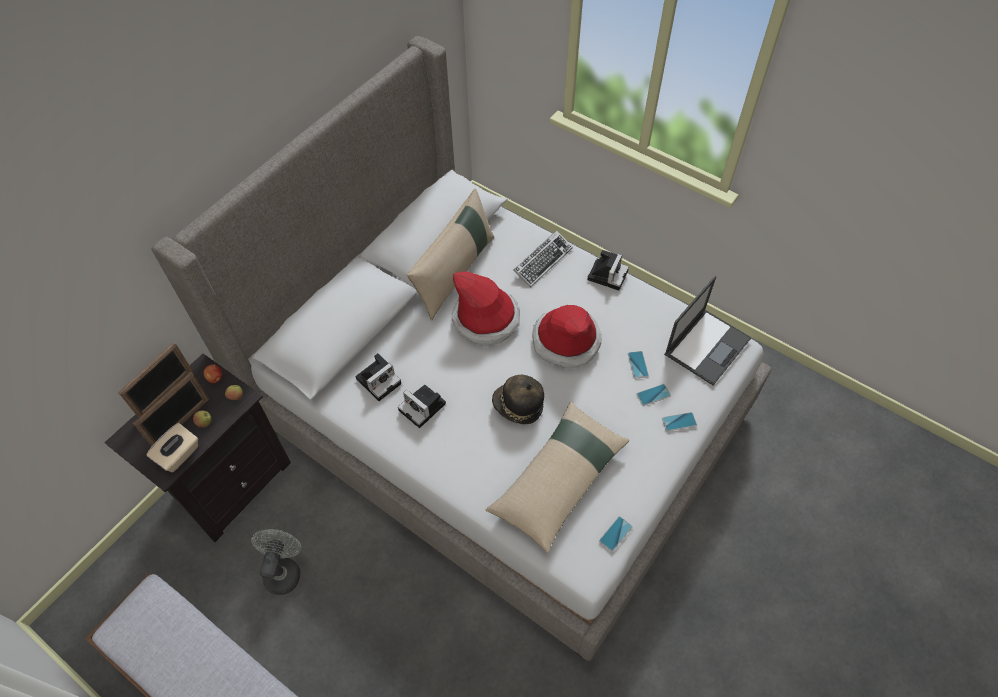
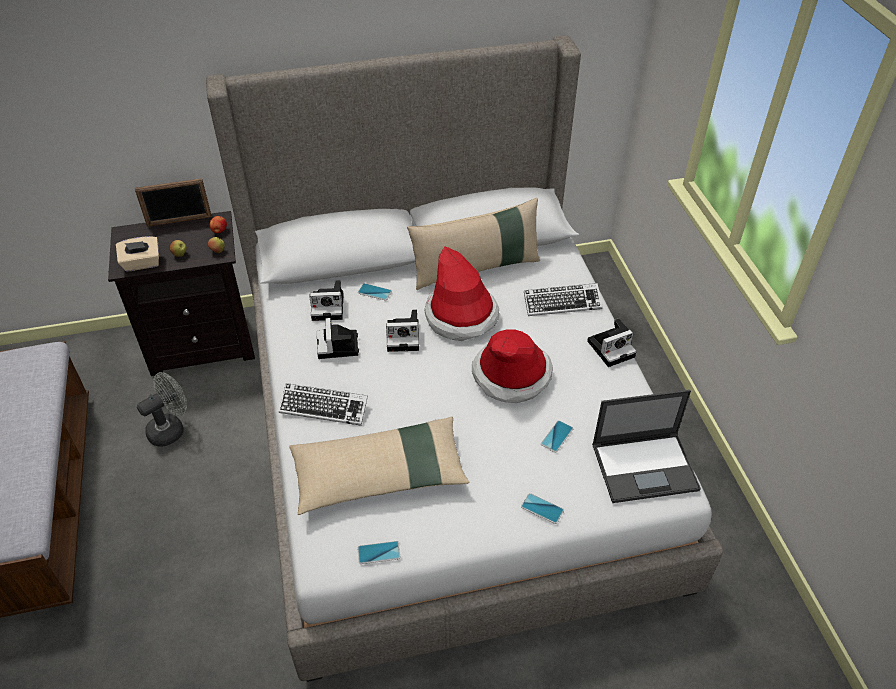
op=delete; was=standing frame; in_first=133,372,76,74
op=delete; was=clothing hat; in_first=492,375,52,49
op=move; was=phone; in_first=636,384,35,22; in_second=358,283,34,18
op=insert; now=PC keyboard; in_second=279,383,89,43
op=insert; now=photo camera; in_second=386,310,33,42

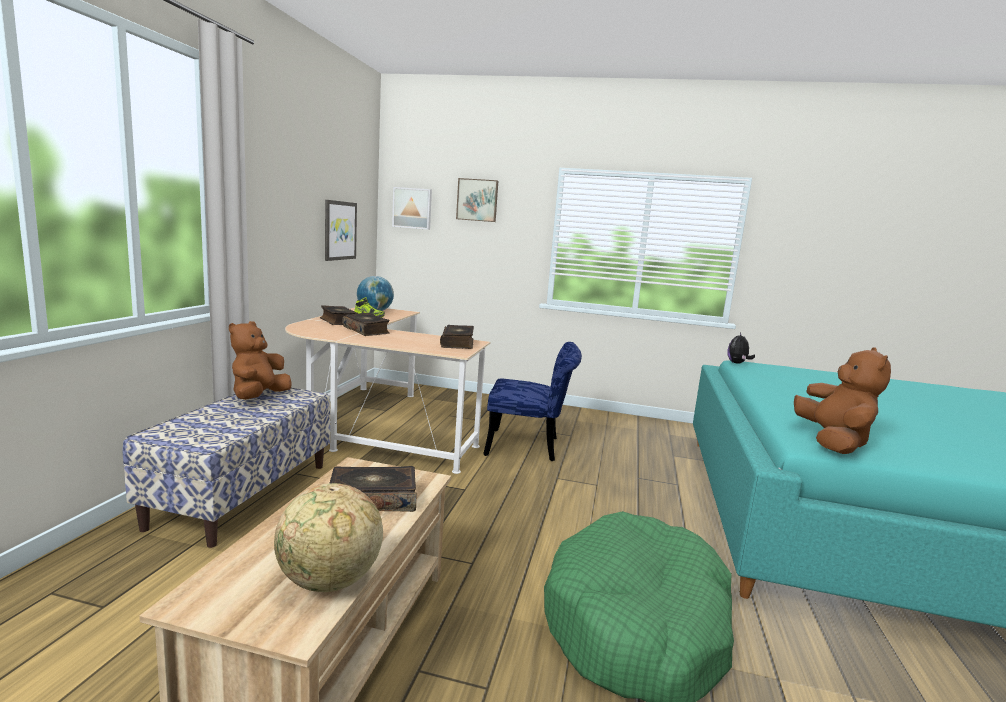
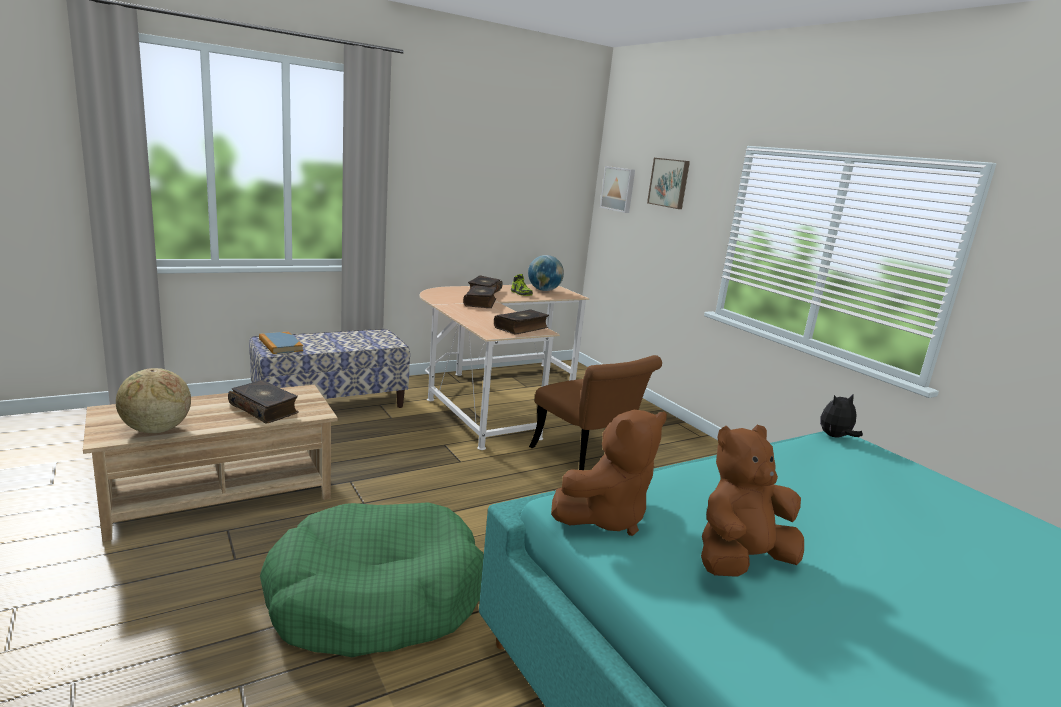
op=move; was=brown cuddly toy; in_first=229,321,63,79; in_second=701,425,103,152
op=delete; was=wall art; in_first=325,200,32,61
op=recolor; was=blue-coloured chair; now=brown chair; in_first=483,342,99,119; in_second=529,355,133,115
op=insert; now=book; in_second=259,332,44,22

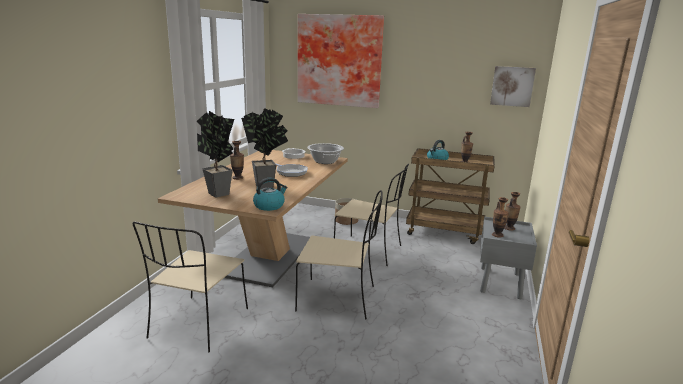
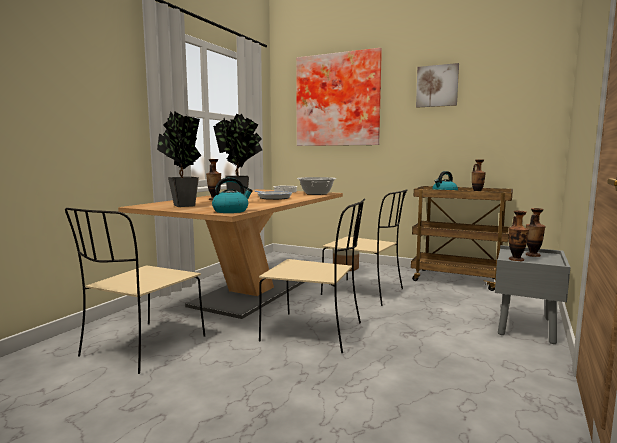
op=move; was=wall art; in_first=490,66,46,41; in_second=416,63,43,44

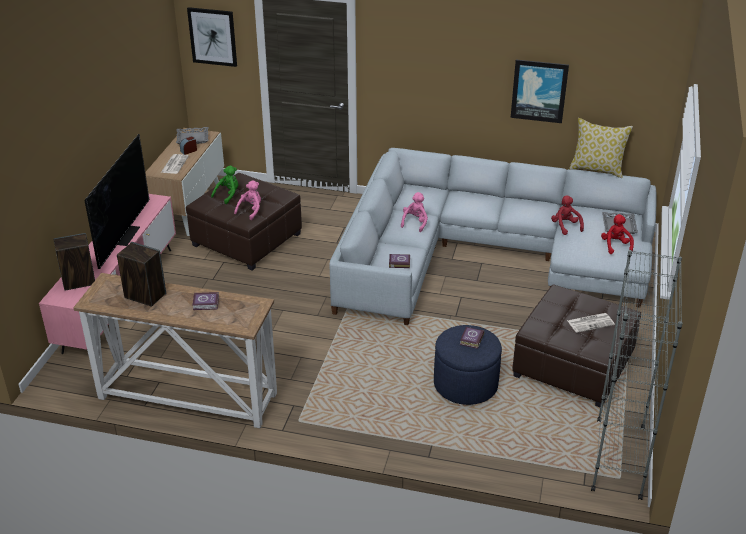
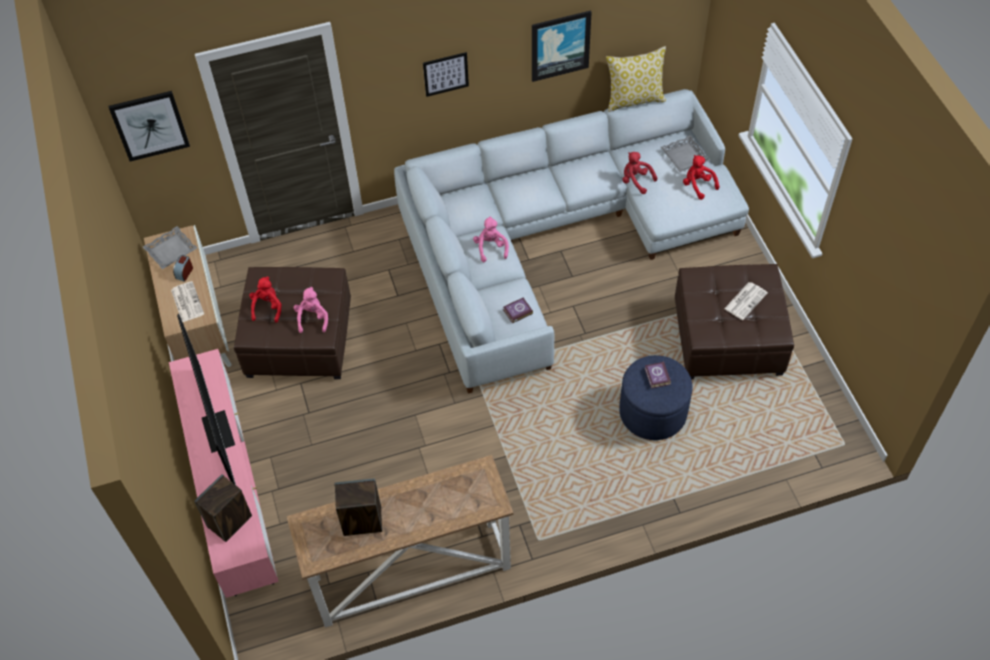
op=delete; was=book; in_first=192,292,27,18
op=recolor; was=greenish cuddly toy; now=red-coloured cuddly toy; in_first=211,166,28,38; in_second=249,276,32,47
op=delete; was=greyish bookshelf; in_first=591,250,92,250
op=insert; now=wall art; in_second=423,52,46,45

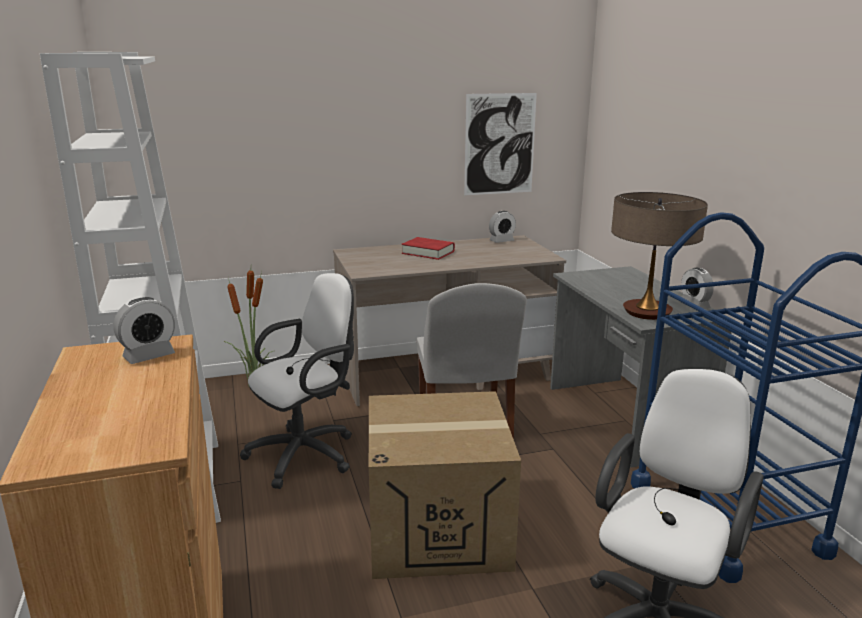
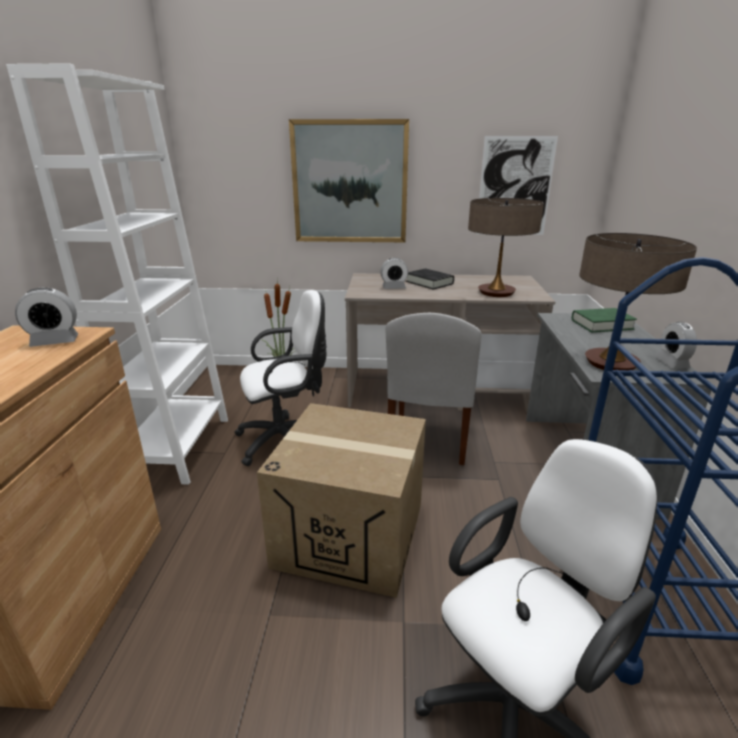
op=recolor; was=red-coloured book; now=black book; in_first=401,237,54,23; in_second=406,268,48,22
op=move; was=bedside clock; in_first=489,211,27,32; in_second=380,258,28,31
op=insert; now=wall art; in_second=289,119,120,123
op=insert; now=tabletop lamp; in_second=468,198,76,99
op=insert; now=greenish book; in_second=572,308,65,24

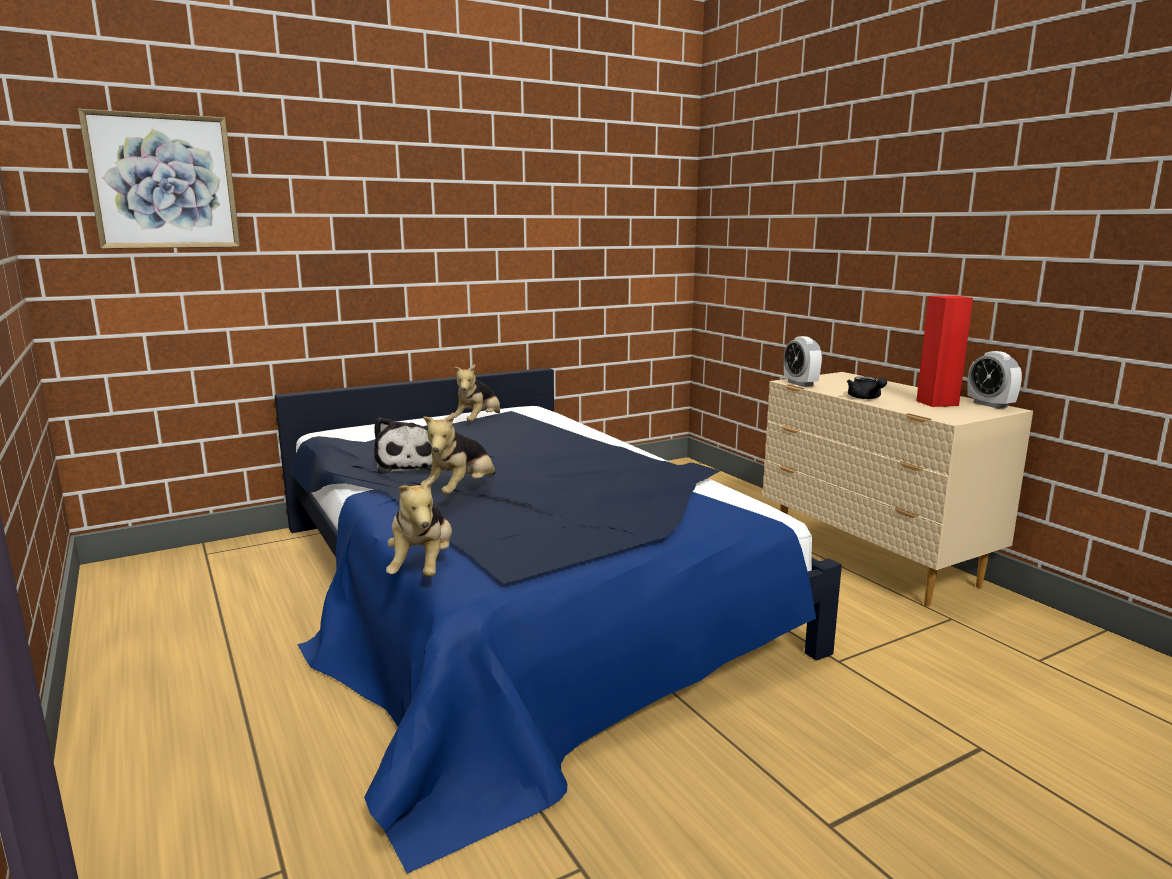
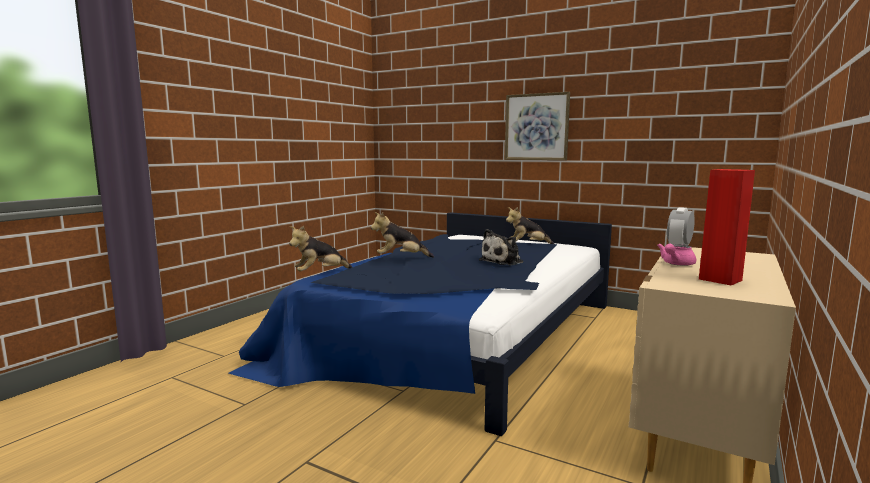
op=move; was=wall art; in_first=78,109,162,140; in_second=505,92,65,68
op=move; was=cuddly toy; in_first=374,418,58,56; in_second=479,229,44,37
op=recolor; was=black teapot; now=pinkish teapot; in_first=847,376,40,23; in_second=657,244,39,22
op=delete; was=bedside clock; in_first=967,351,55,58

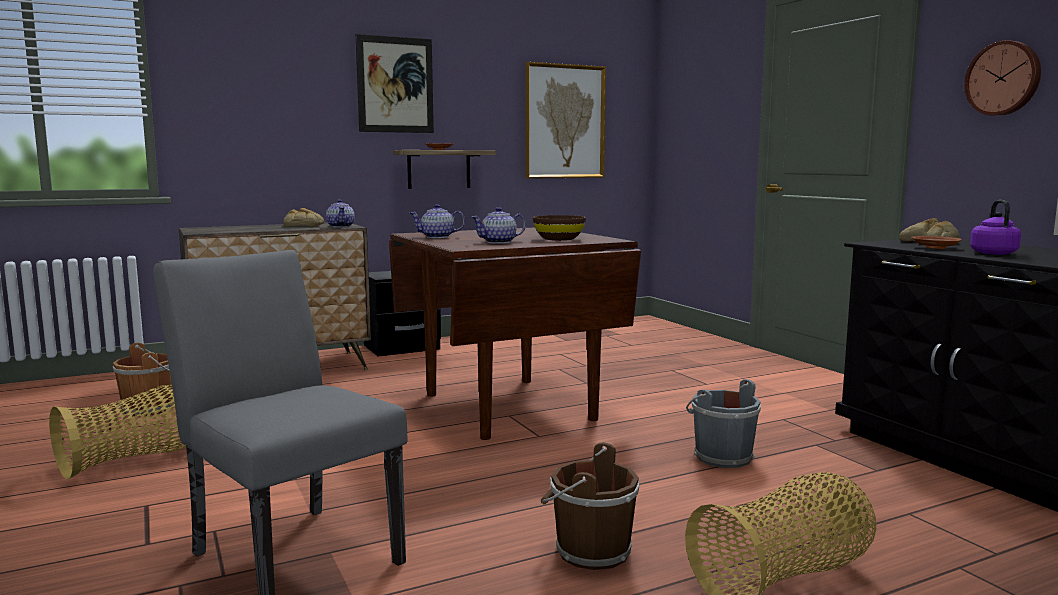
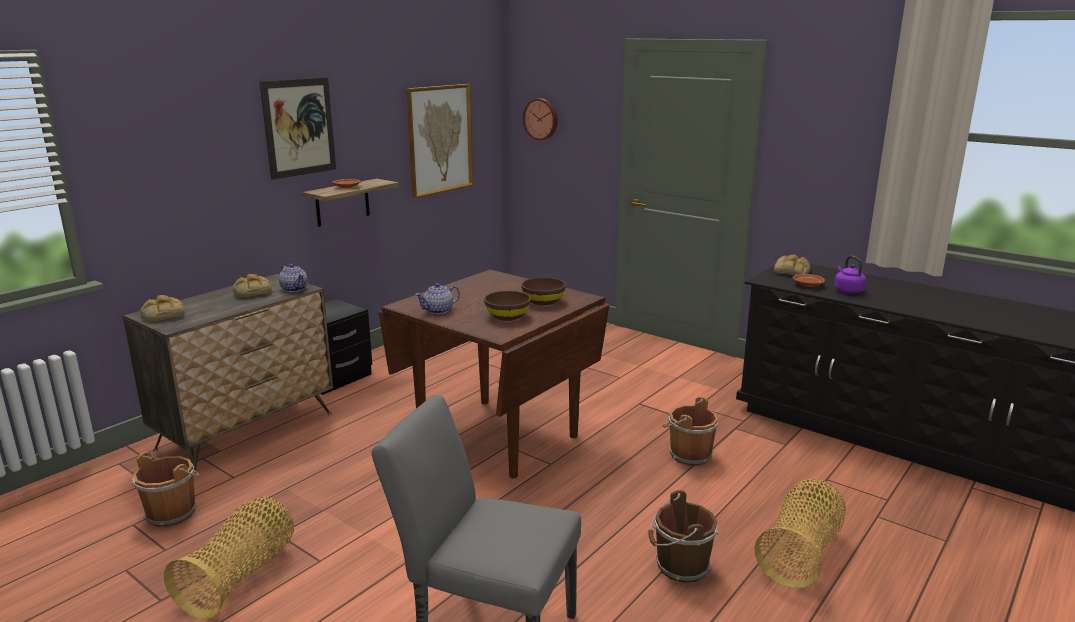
op=replace; was=teapot; now=brown serving bowl; in_first=471,207,55,37; in_second=484,291,47,30
op=recolor; was=greyish pail; now=brown pail; in_first=686,379,75,89; in_second=663,397,55,69
op=move; was=hanging clock; in_first=964,40,77,76; in_second=523,98,34,42
op=insert; now=bakery bread; in_second=140,295,45,27

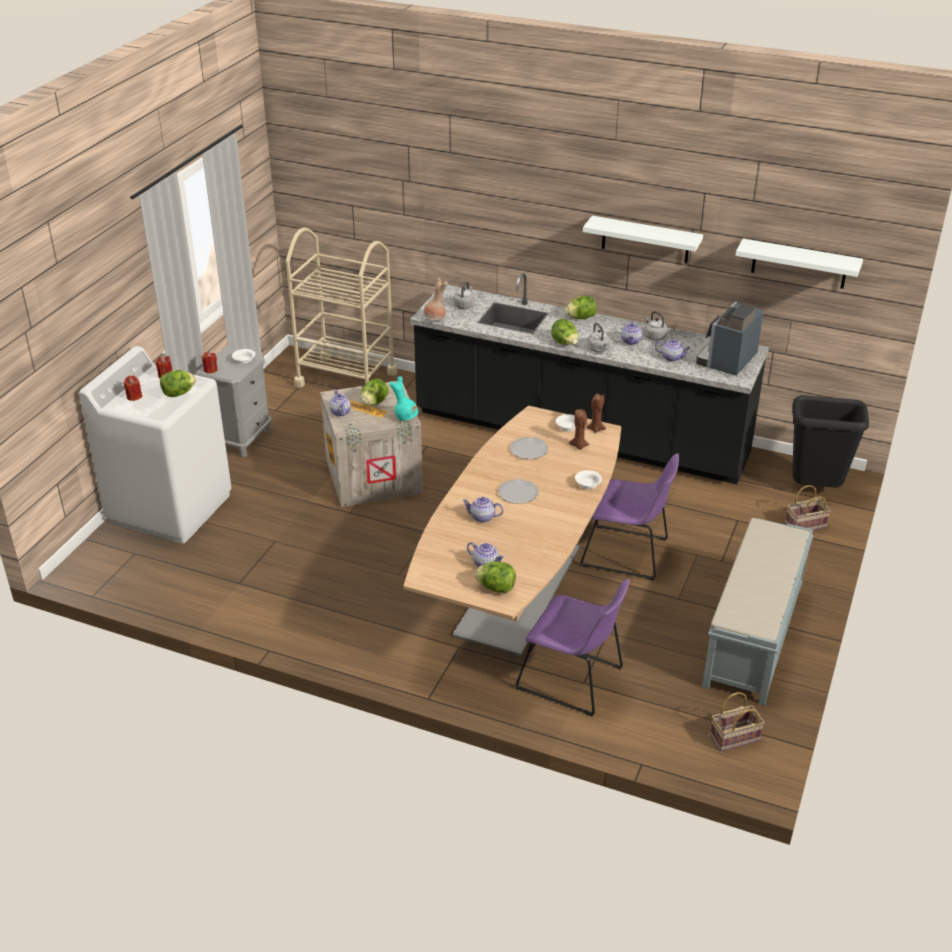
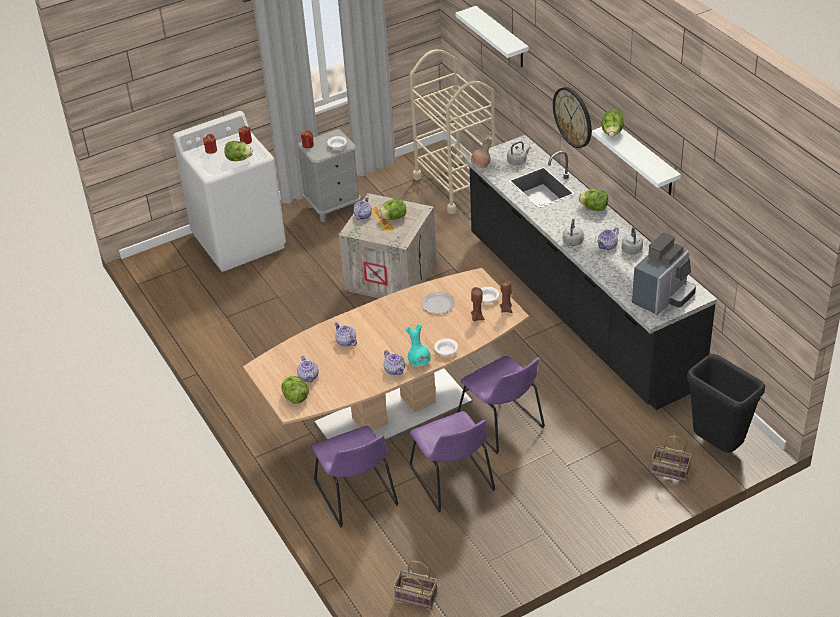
op=move; was=blue-green vase; in_first=389,376,29,45; in_second=406,324,25,42
op=delete; was=plate; in_first=498,479,41,25
op=move; was=lettuce; in_first=551,319,27,26; in_second=601,109,23,27
op=move; was=teapot; in_first=655,339,36,23; in_second=384,350,21,25
op=rotate; was=coffee machine; in_first=696,301,68,75; in_second=632,232,64,83; clockwise=150
op=delete; was=greyish bench; in_first=702,518,111,187
op=move; was=white-coloured shelf; in_first=735,238,128,51; in_second=455,6,74,61
op=insert; now=purplish chair; in_second=409,411,86,101
op=insert; now=hanging clock; in_second=553,87,39,61

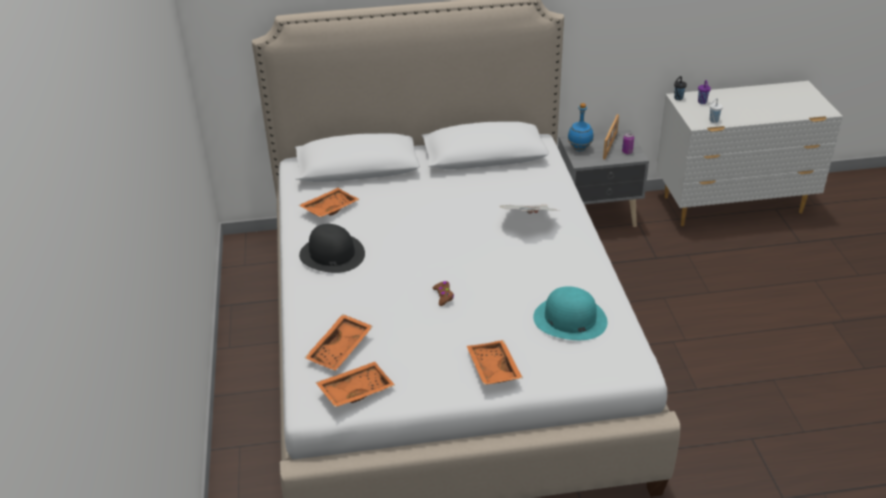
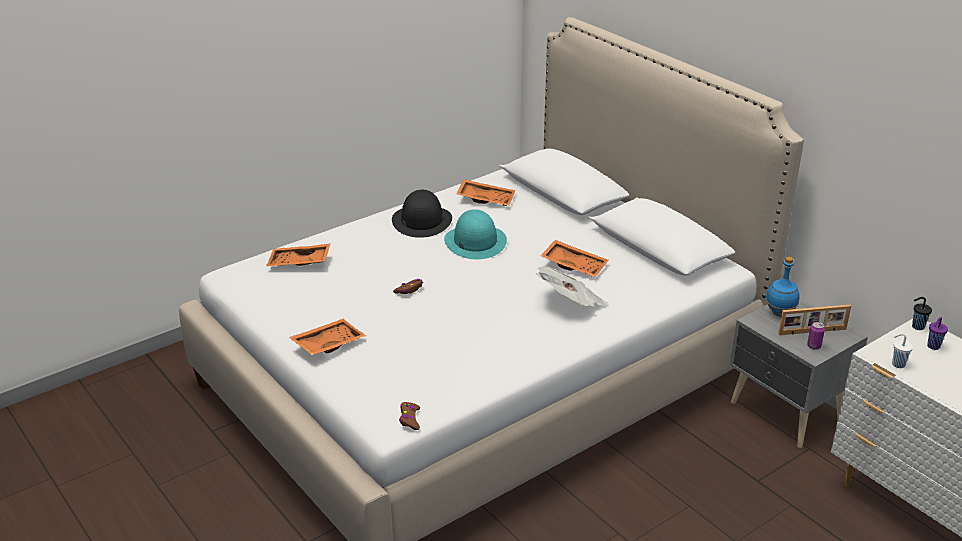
op=move; was=orangey tray; in_first=316,362,79,45; in_second=541,240,67,37
op=move; was=blue-green clothing hat; in_first=533,286,74,54; in_second=444,209,63,50
op=insert; now=brown gamepad; in_second=399,402,21,28

